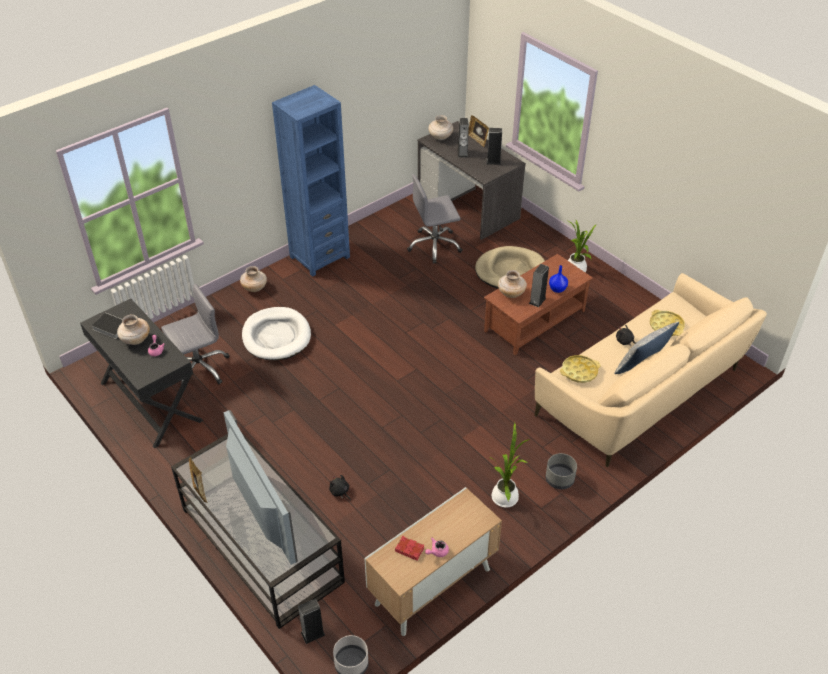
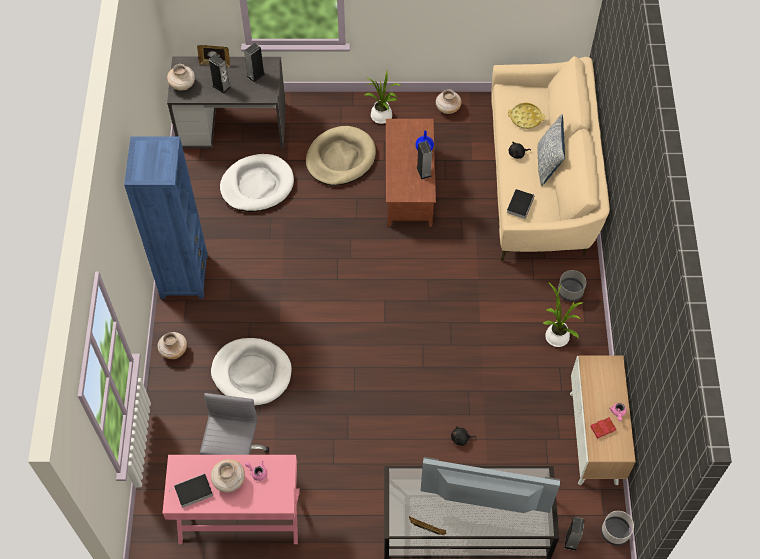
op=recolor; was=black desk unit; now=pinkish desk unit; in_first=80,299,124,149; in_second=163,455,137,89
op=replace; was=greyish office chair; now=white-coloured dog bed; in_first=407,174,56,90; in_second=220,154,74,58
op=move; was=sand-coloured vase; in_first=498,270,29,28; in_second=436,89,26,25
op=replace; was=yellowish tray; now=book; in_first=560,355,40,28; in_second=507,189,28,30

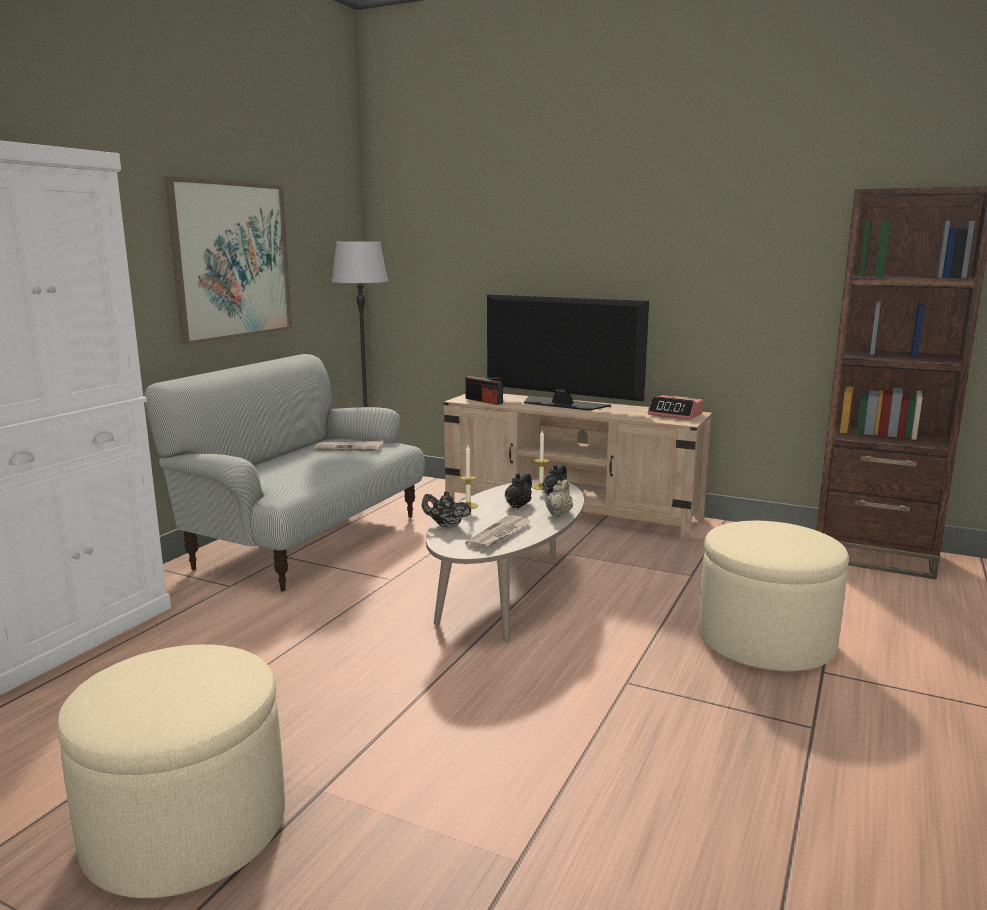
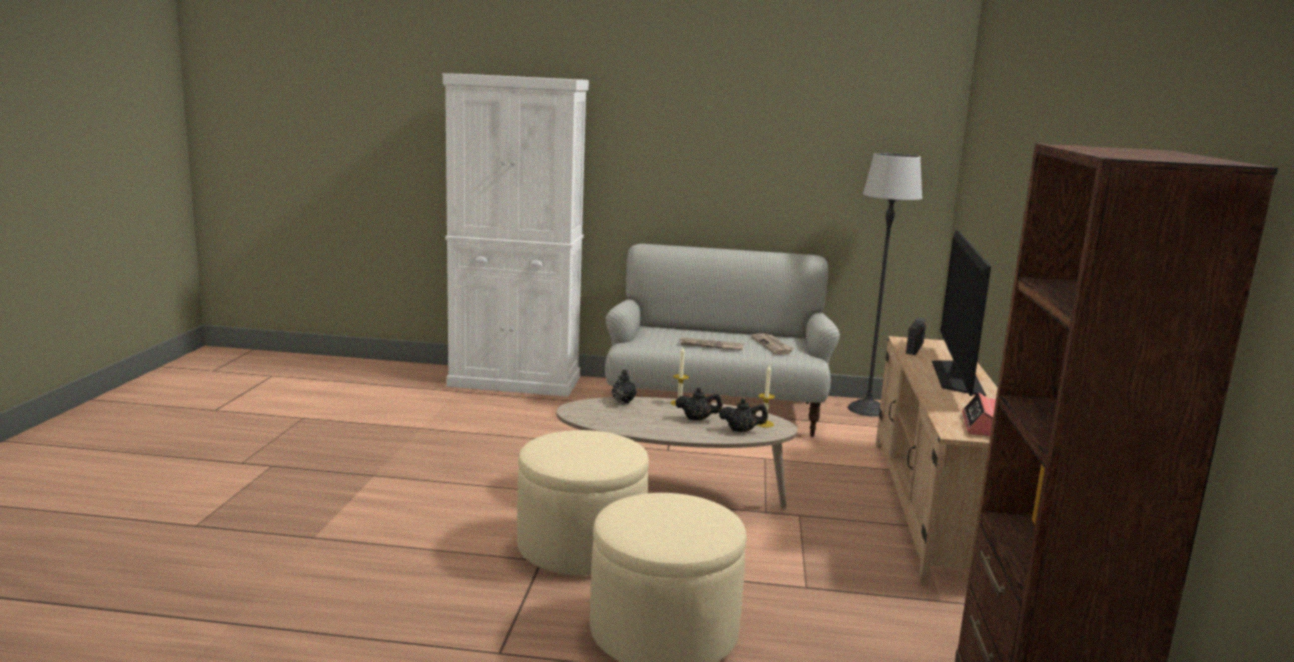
op=move; was=sand-coloured footrest; in_first=57,644,228,254; in_second=517,430,132,145
op=delete; was=wall art; in_first=164,177,128,168
op=move; was=daily paper; in_first=465,515,66,34; in_second=680,337,64,13
op=delete; was=sand-coloured teapot; in_first=546,480,27,37

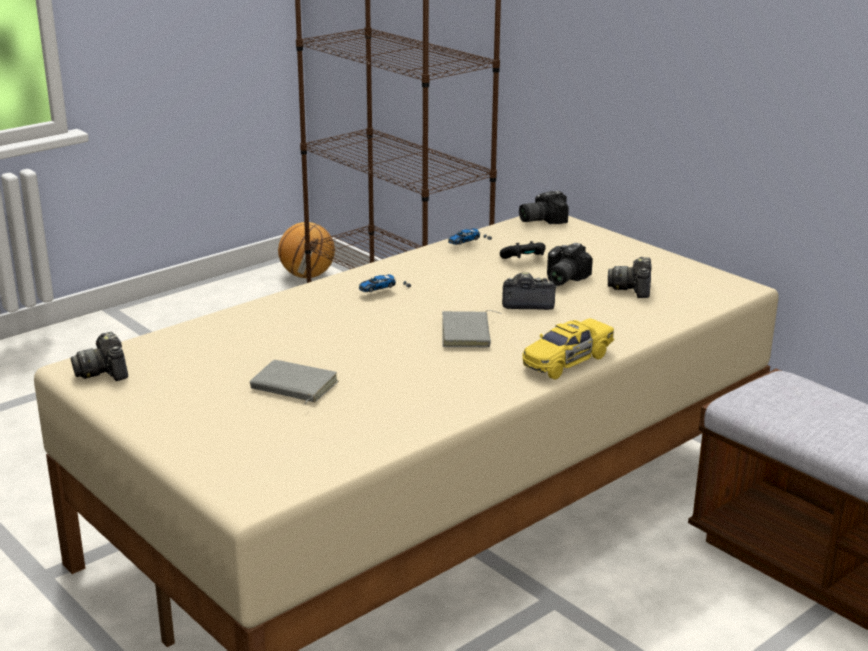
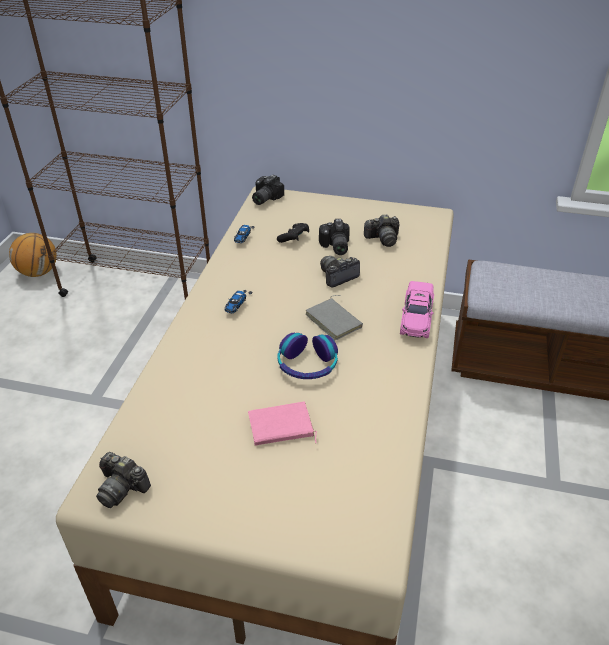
op=recolor; was=greyish book; now=pinkish book; in_first=250,360,89,44; in_second=248,401,69,44
op=recolor; was=yellowish toy car; now=pinkish toy car; in_first=522,318,92,62; in_second=400,281,34,57
op=rotate; was=photo camera; in_first=608,257,44,41; in_second=364,214,35,33; clockwise=-75
op=insert; now=headphones; in_second=277,333,61,46

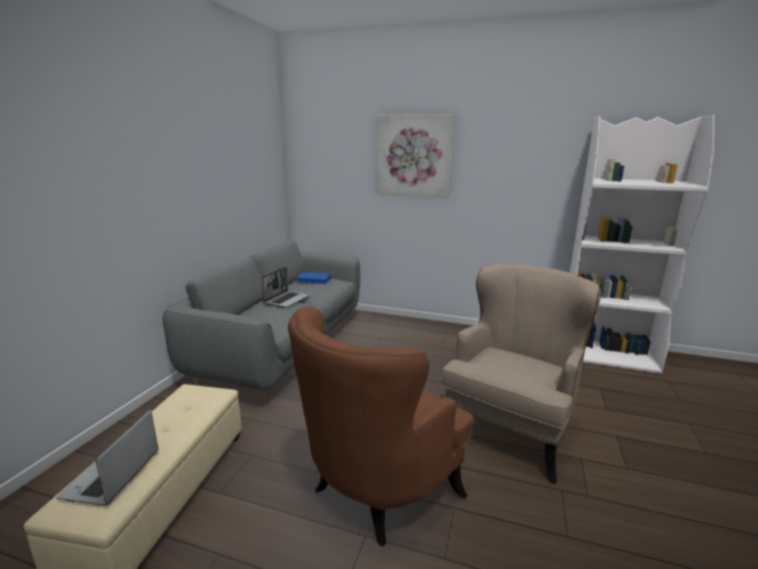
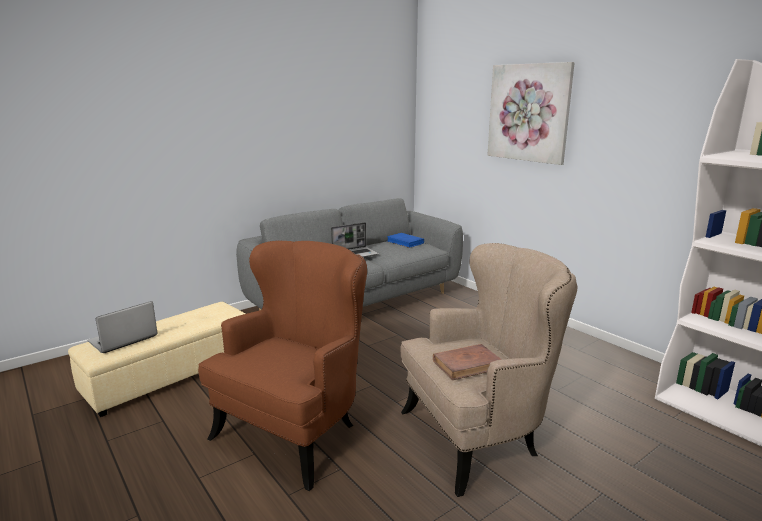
op=rotate; was=brown armchair; in_first=288,306,185,241; in_second=198,241,169,250; clockwise=135
op=insert; now=brown book; in_second=433,344,69,36

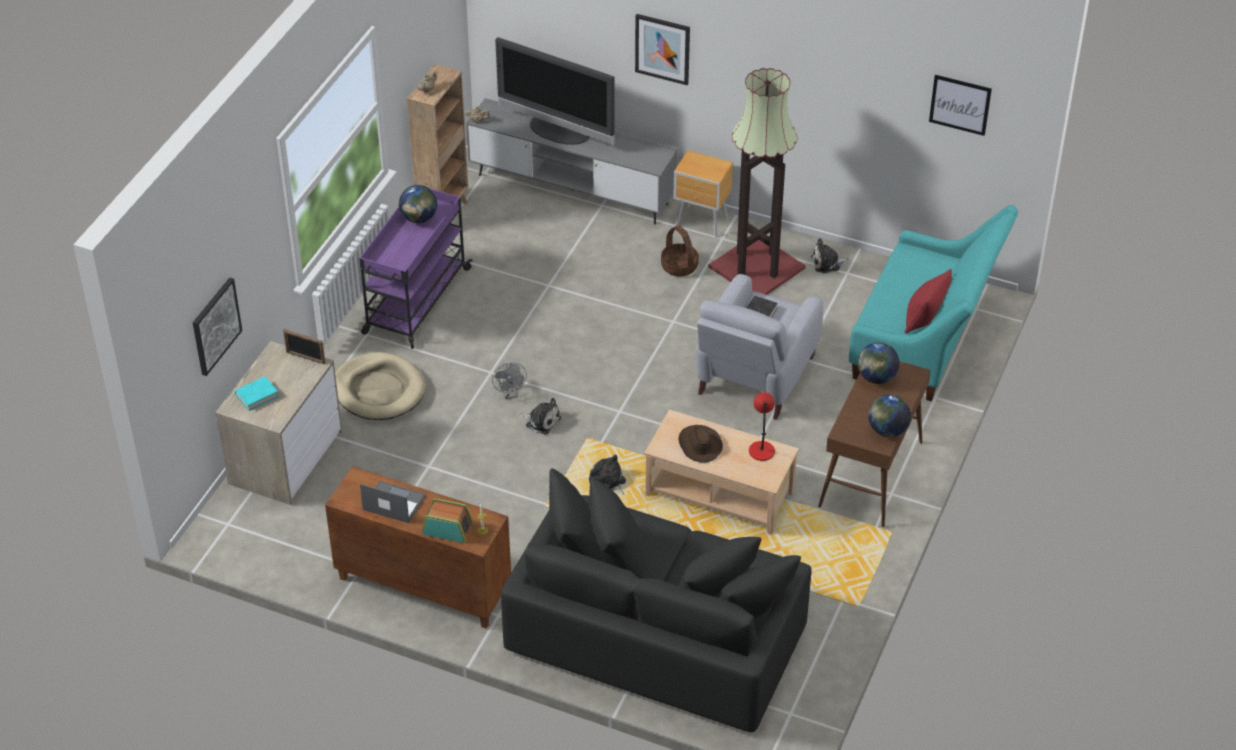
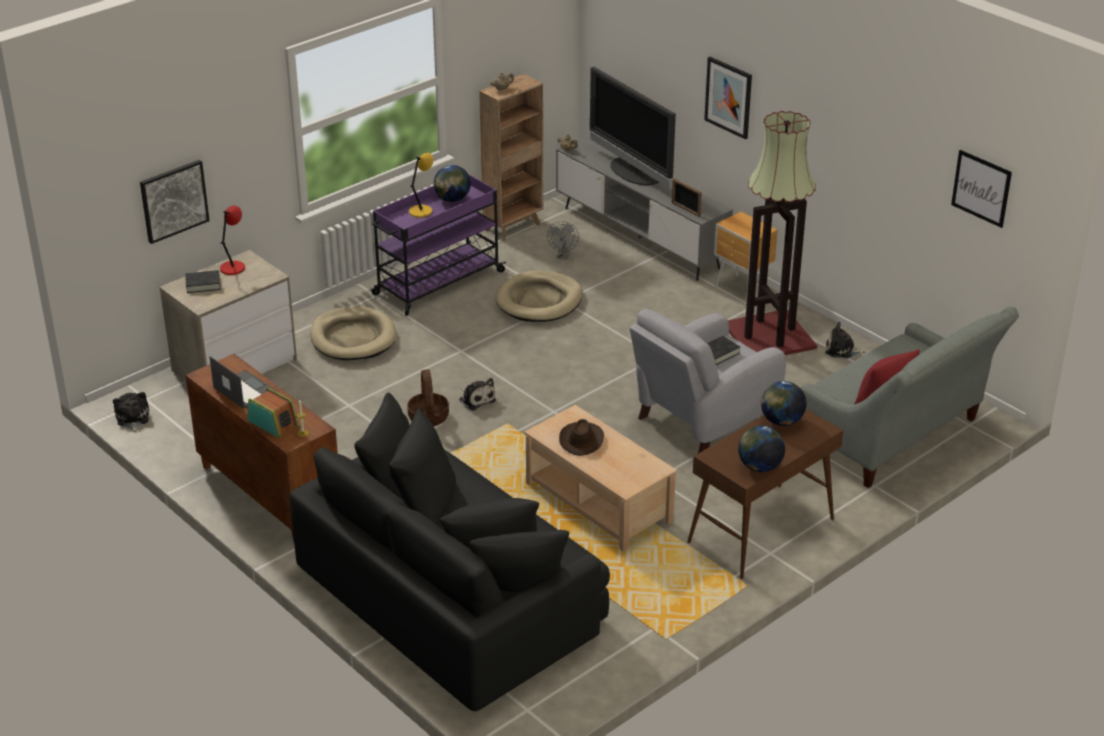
op=recolor; was=blue-green book; now=black book; in_first=235,376,44,35; in_second=185,270,36,23
op=move; was=standing frame; in_first=283,329,42,35; in_second=672,178,30,39
op=move; was=greyish fan; in_first=492,363,35,37; in_second=547,221,32,38
op=move; was=cuddly toy; in_first=589,454,37,41; in_second=113,392,37,41
op=move; was=household basket; in_first=661,225,38,52; in_second=407,370,42,56
op=move; was=red-coloured tabletop lamp; in_first=749,392,26,69; in_second=220,205,25,70
op=recolor; was=blue-green couch; now=greyish couch; in_first=849,205,169,196; in_second=801,307,218,181
op=insert; now=yellowish tabletop lamp; in_second=409,153,24,65
op=insert; now=sand-coloured dog bed; in_second=495,271,88,51

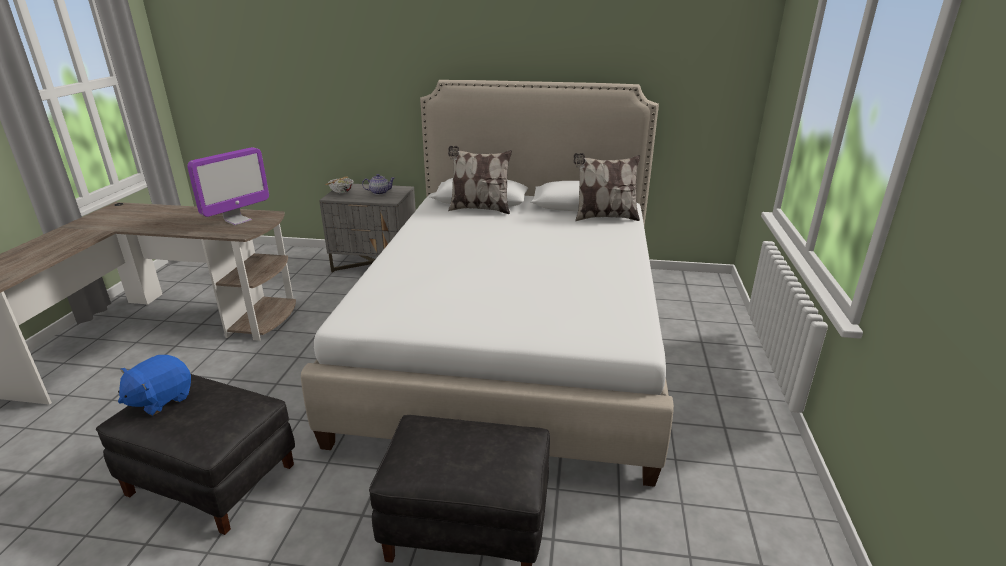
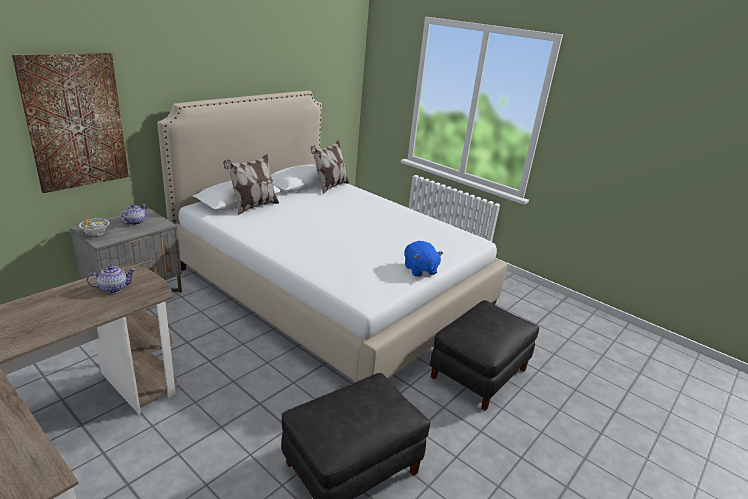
op=move; was=blue-coloured cuddly toy; in_first=118,355,73,60; in_second=404,241,39,36
op=replace; was=computer display; now=teapot; in_first=187,147,82,78; in_second=87,265,49,28
op=insert; now=wall art; in_second=12,53,117,140

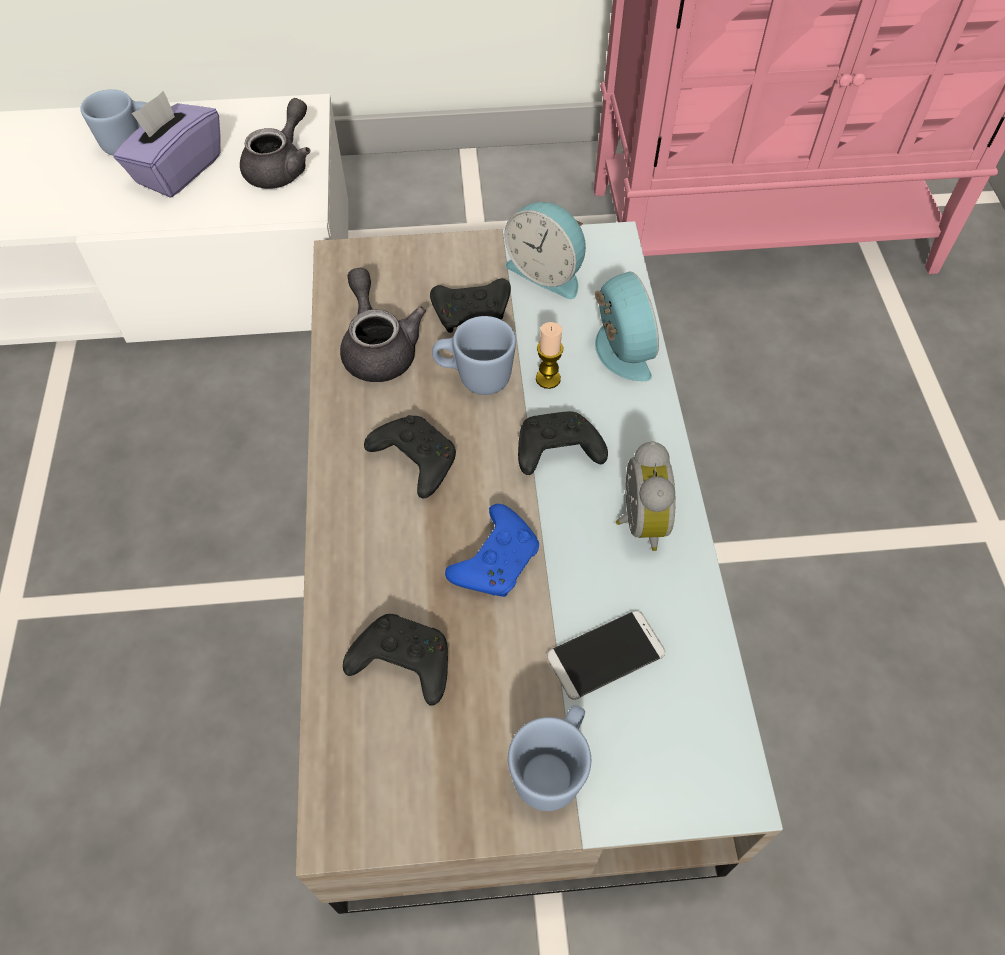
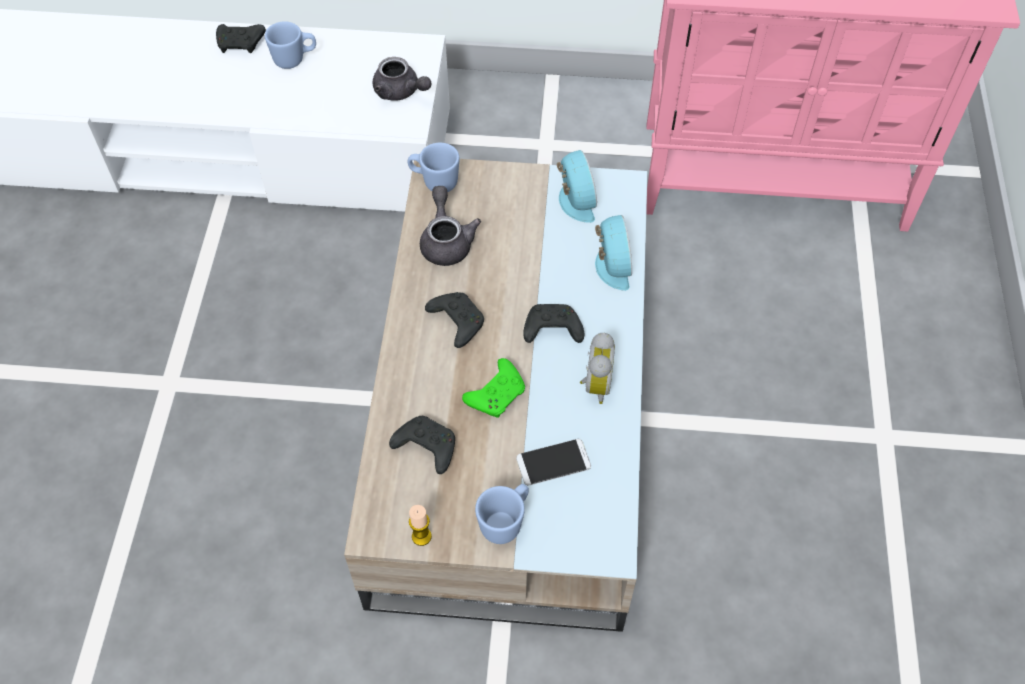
op=delete; was=purplish tissue box; in_first=113,91,108,107
op=rotate; was=greyish teapot; in_first=240,98,71,91; in_second=373,57,59,44; clockwise=90
op=move; was=black gamepad; in_first=430,279,81,54; in_second=216,24,50,29
op=move; was=blue-coloured coffee mug; in_first=432,316,84,79; in_second=408,143,52,49
op=recolor; was=blue-coloured gamepad; now=greenish gamepad; in_first=445,504,94,93; in_second=462,358,63,60
op=rotate; was=bedside clock; in_first=504,202,82,97; in_second=557,150,40,73; clockwise=-150
op=move; was=candle; in_first=536,322,28,67; in_second=409,505,23,41

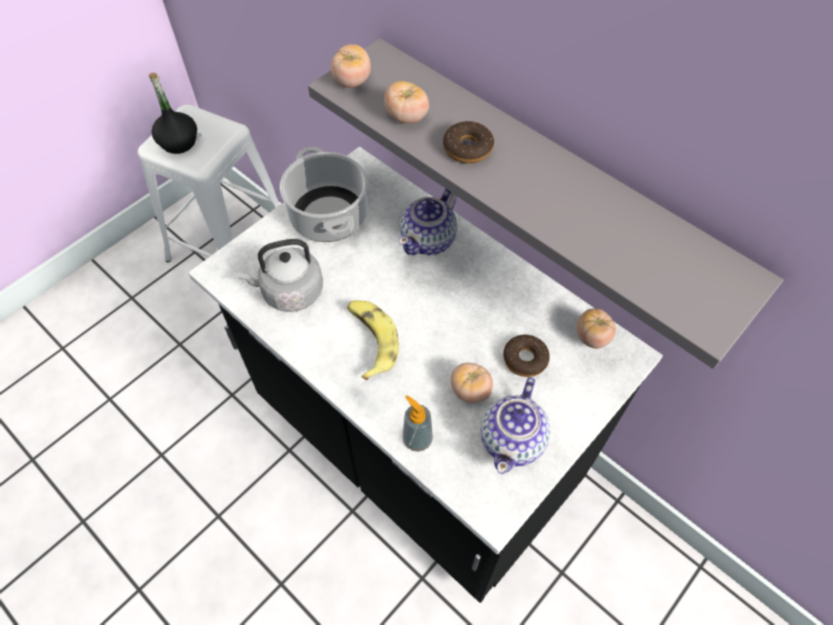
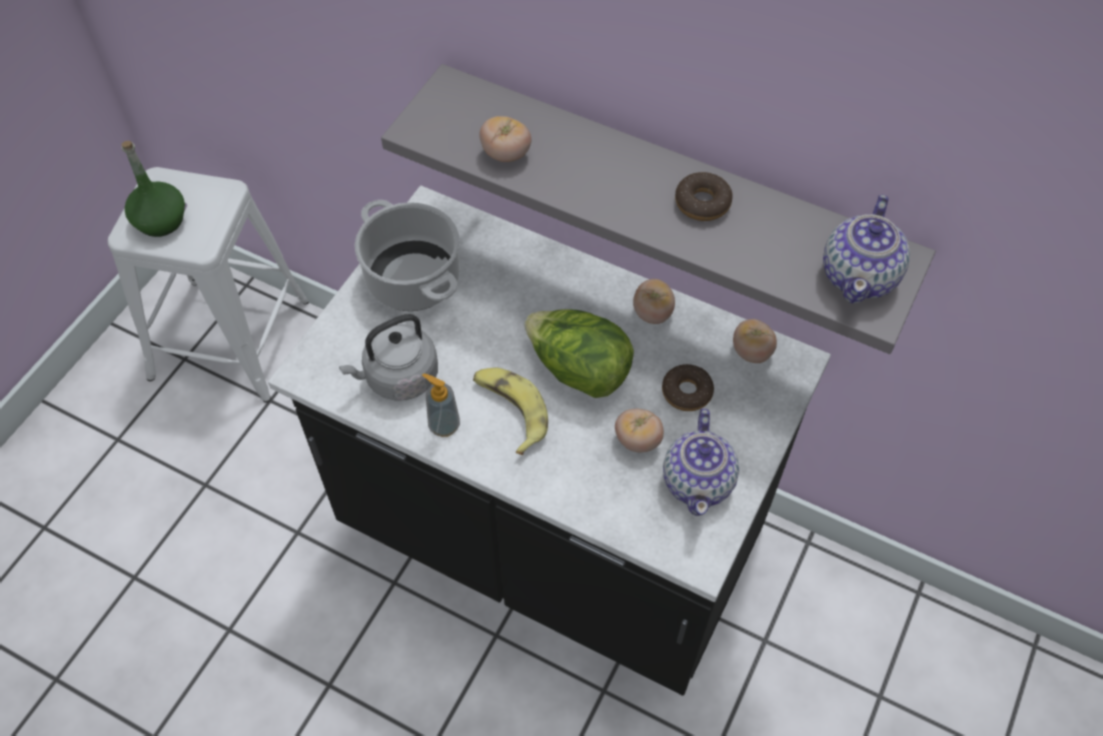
op=recolor; was=black beverage bottle; now=greenish beverage bottle; in_first=149,73,48,81; in_second=122,141,63,96
op=move; was=whole tomato; in_first=331,44,40,44; in_second=633,279,42,45
op=move; was=teapot; in_first=399,189,58,66; in_second=823,195,87,108
op=move; was=soap dispenser; in_first=403,395,30,57; in_second=422,374,38,63
op=move; was=donut; in_first=443,121,51,43; in_second=675,172,58,49
op=insert; now=lettuce; in_second=524,309,110,89

